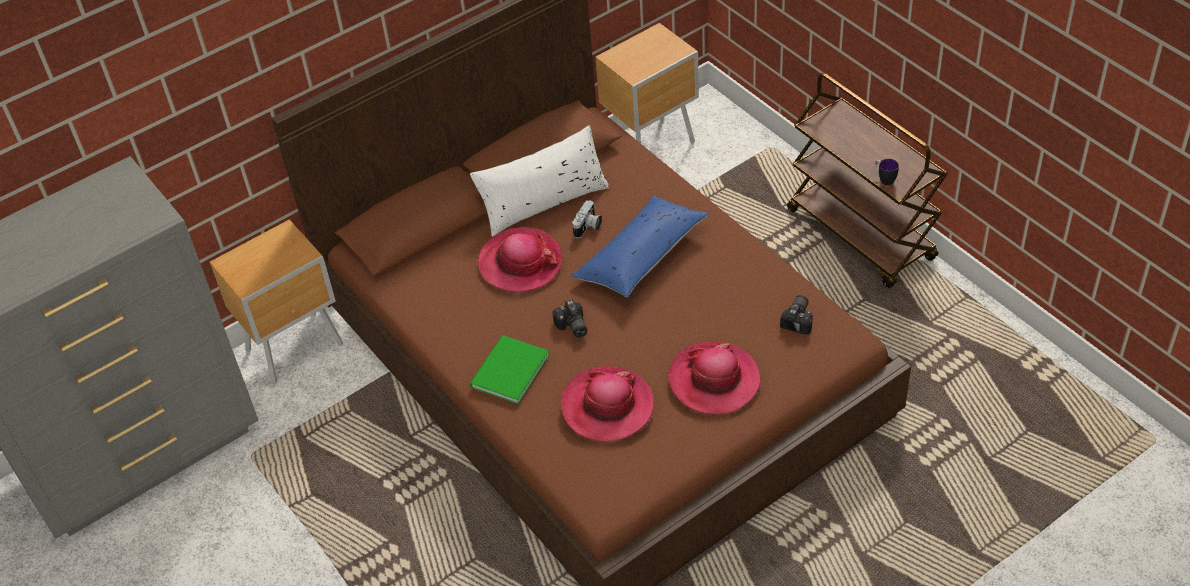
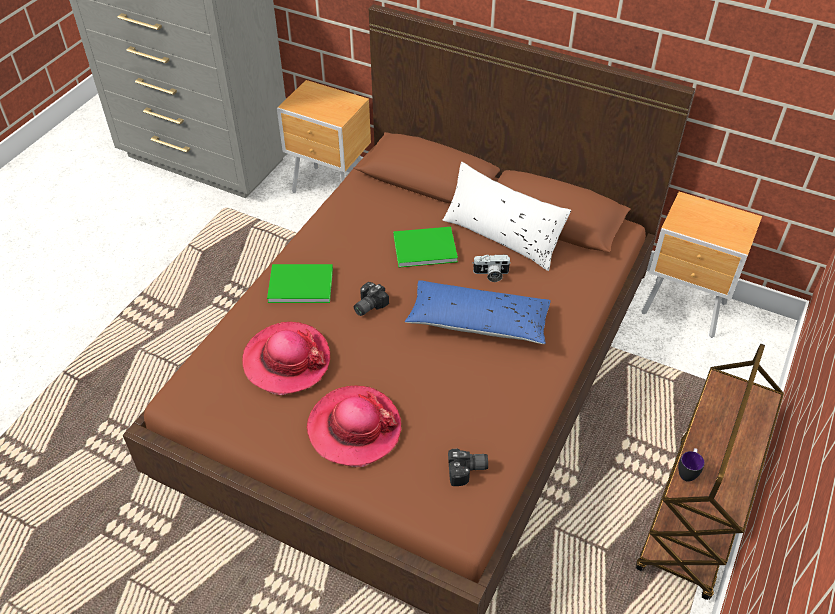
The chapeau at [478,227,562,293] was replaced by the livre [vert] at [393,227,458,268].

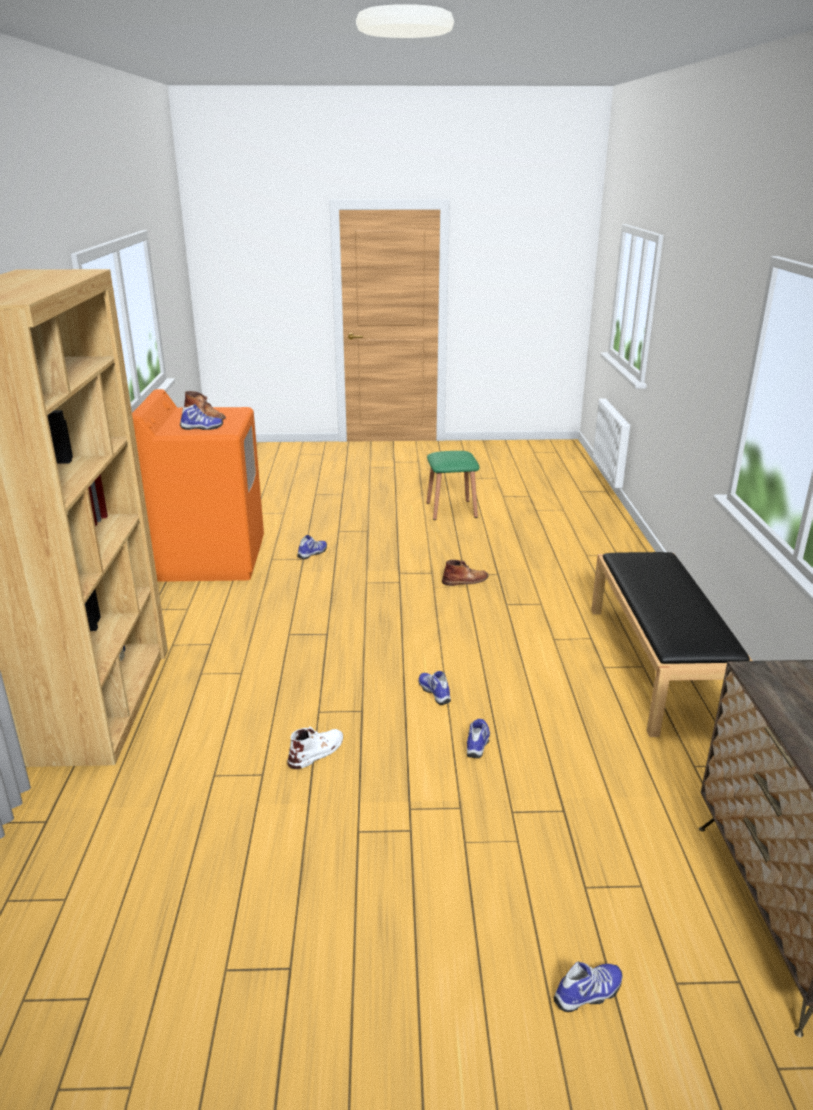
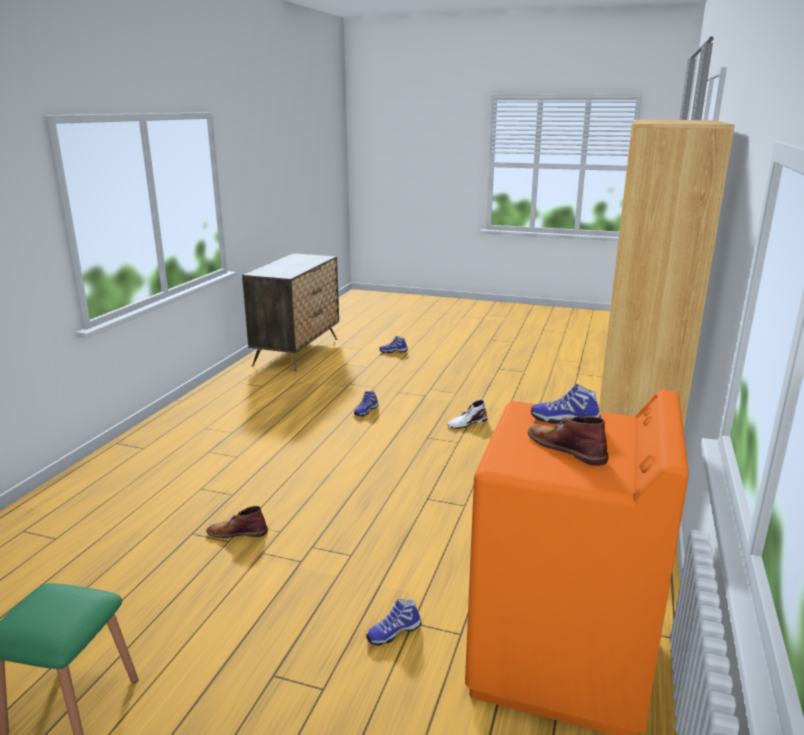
The chaussure at [419,671,451,705] disappeared.
The banc [noir] at [591,552,752,737] disappeared.

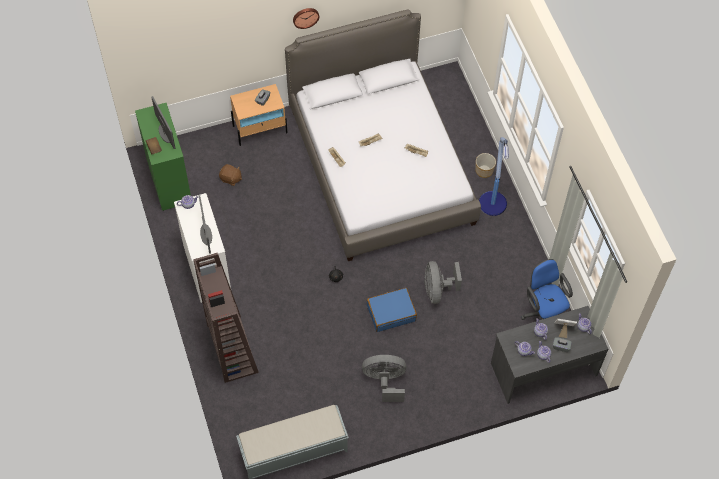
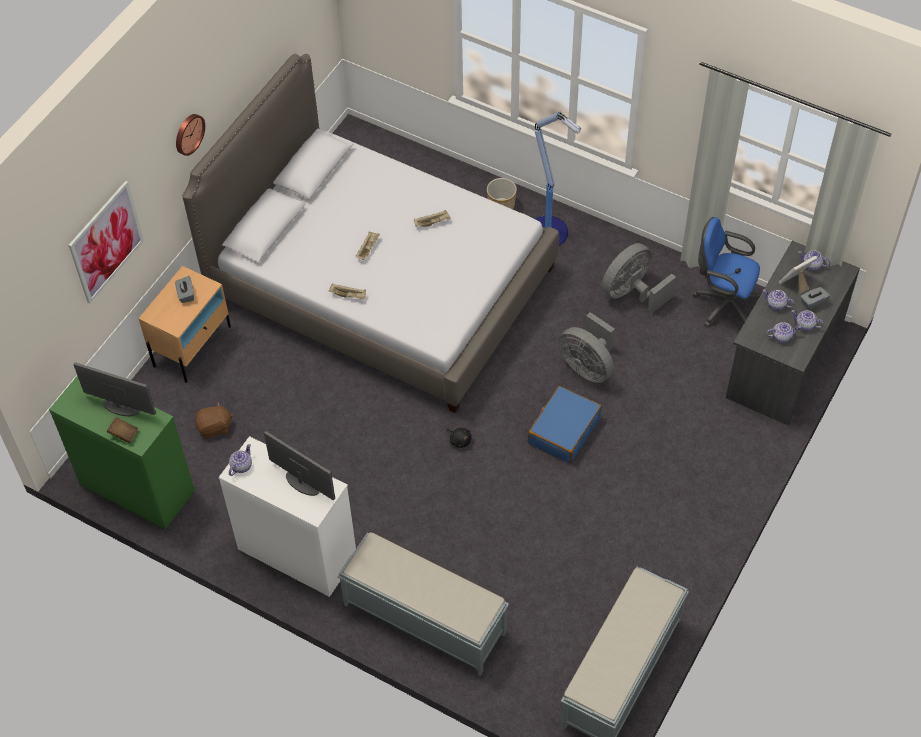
The bibliothèque [marron] at [193,253,259,383] was replaced by the banc [gris] at [337,532,509,676].
The ventilateur [gris] moved from [362,355,406,402] to [602,243,676,313].
The tableau at [69,181,144,303] appeared.

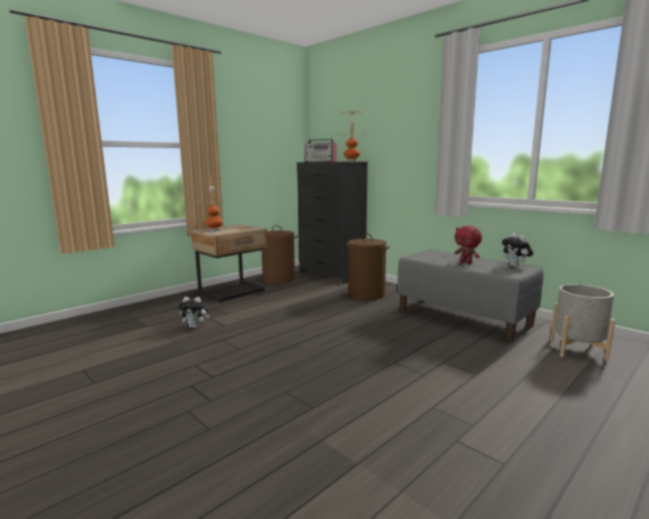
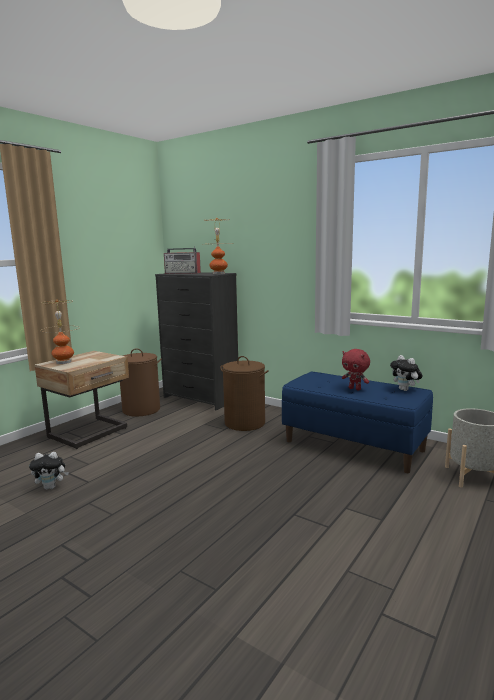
The banc [gris] at [397,250,543,342] became the banc [bleu] at [282,372,433,473].

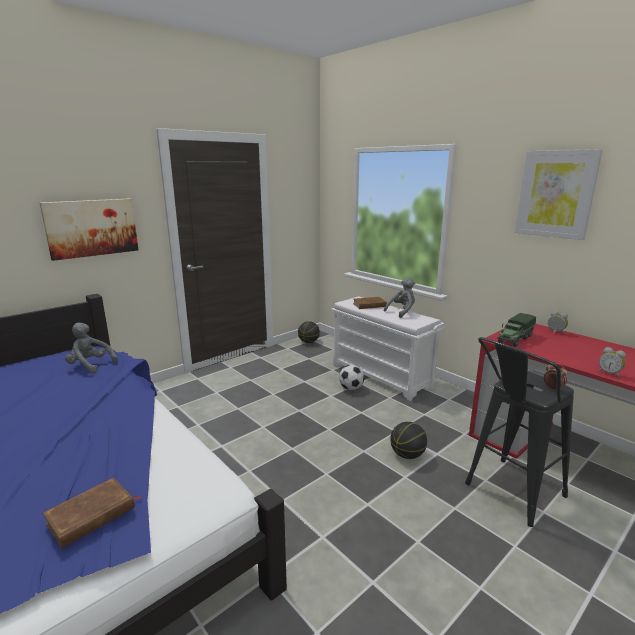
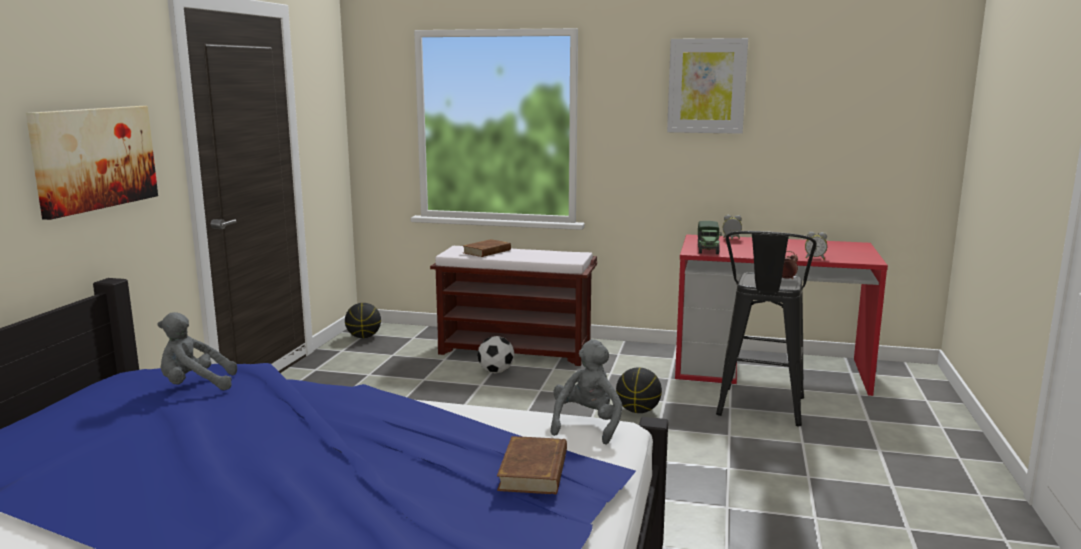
The banc [blanc] at [331,297,445,401] became the banc [marron] at [430,246,597,366].
The peluche [gris] moved from [384,278,415,318] to [551,339,622,445].

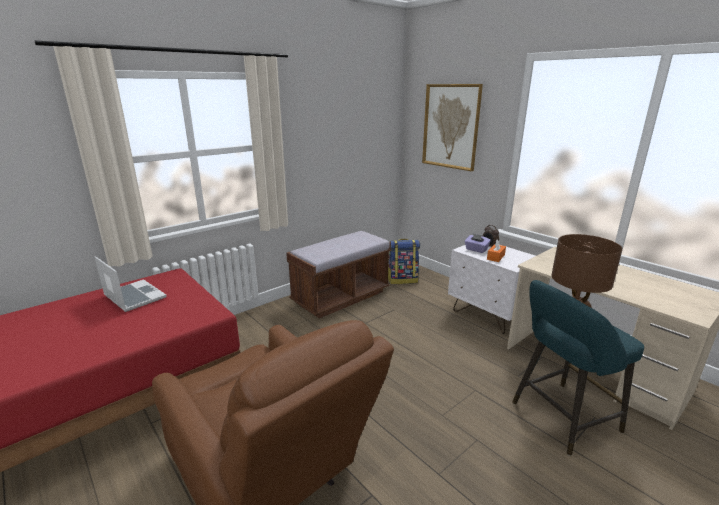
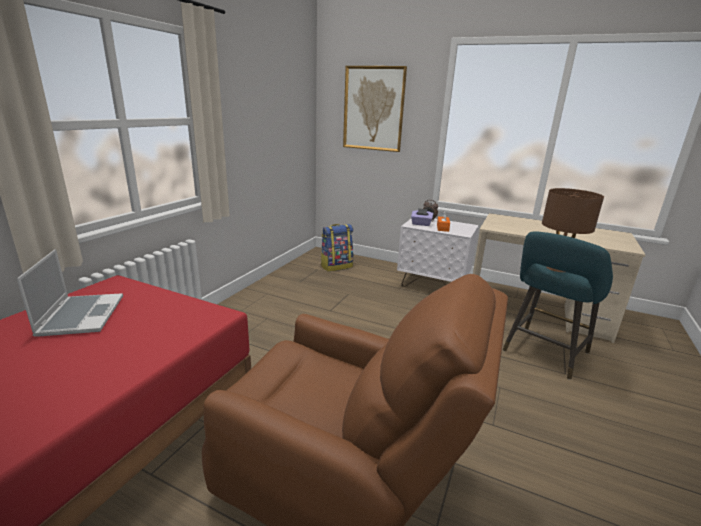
The ordinateur portable at [95,256,167,312] turned 60 degrees clockwise.
The banc [marron] at [286,231,391,318] disappeared.

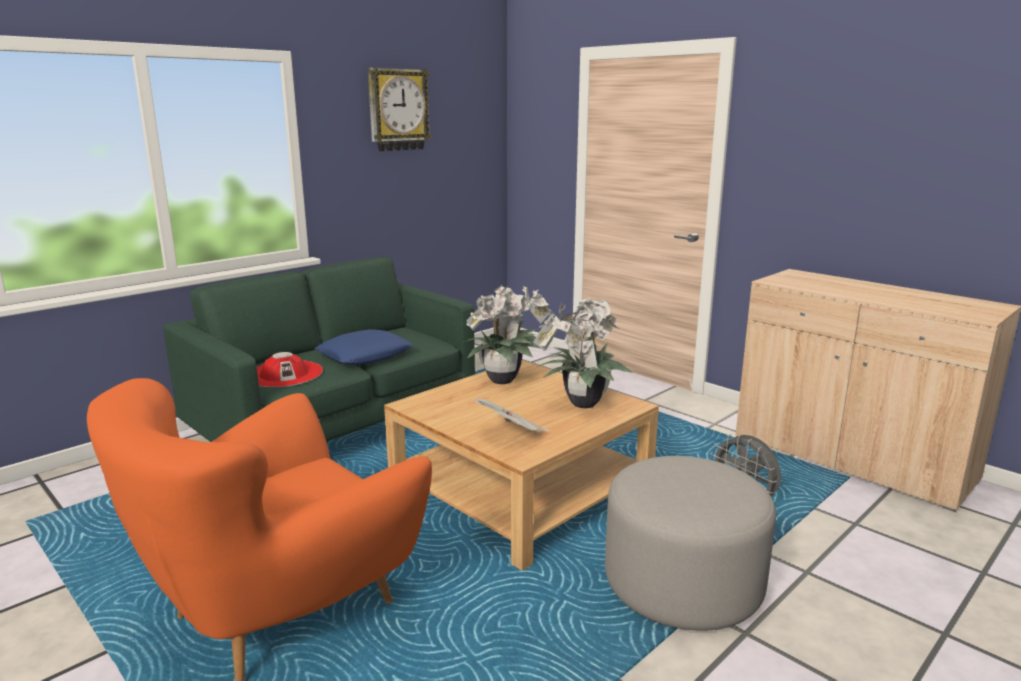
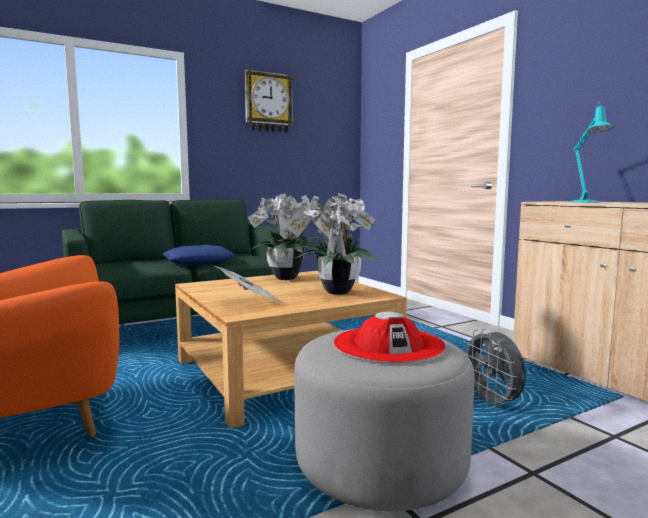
The chapeau [rouge] moved from [257,352,323,387] to [334,312,446,363].
The lampe de table [turquoise] at [568,102,615,202] appeared.

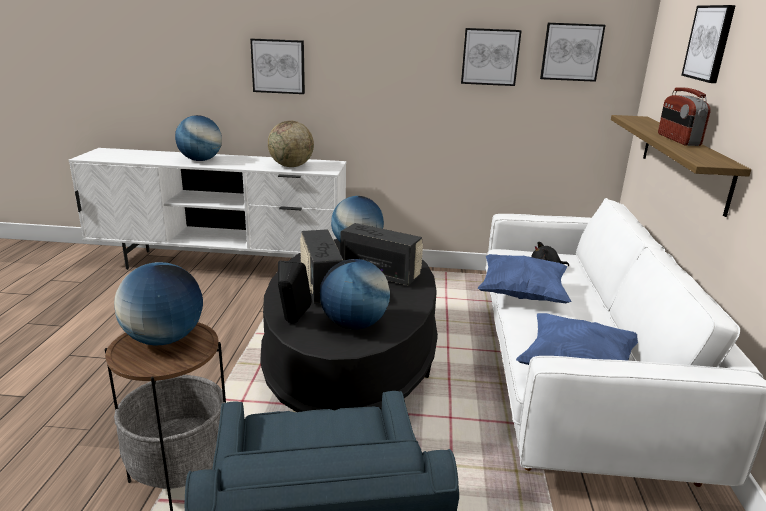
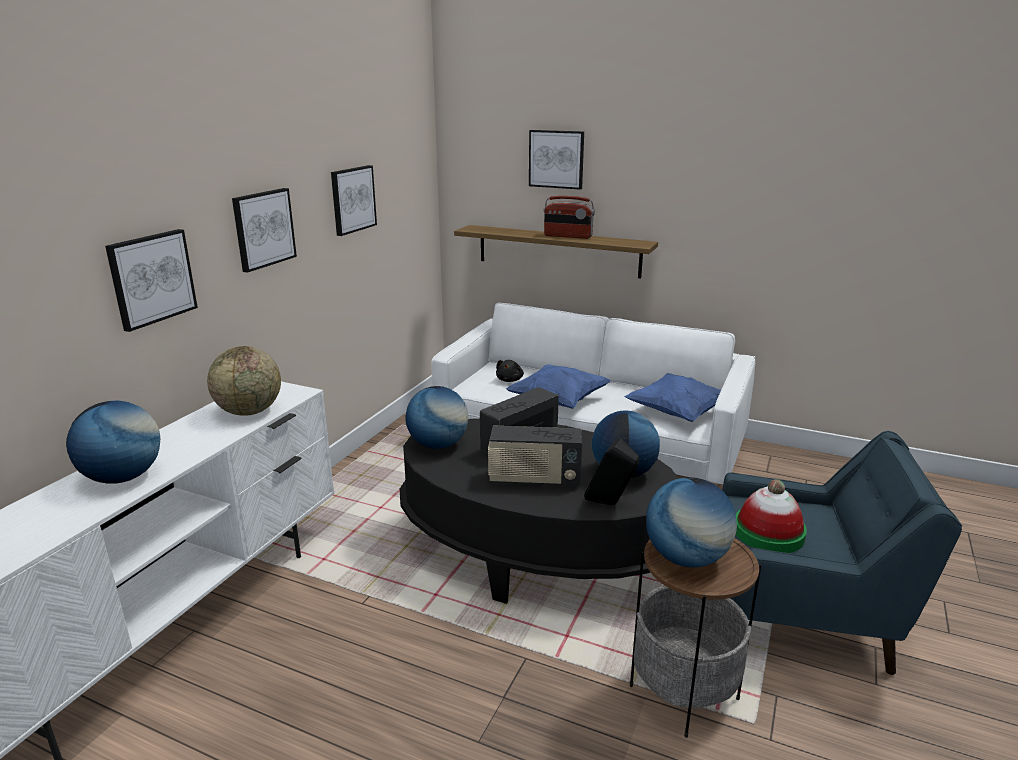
The tableau moved from [540,23,605,82] to [232,188,297,273].
The chapeau at [736,479,807,553] appeared.

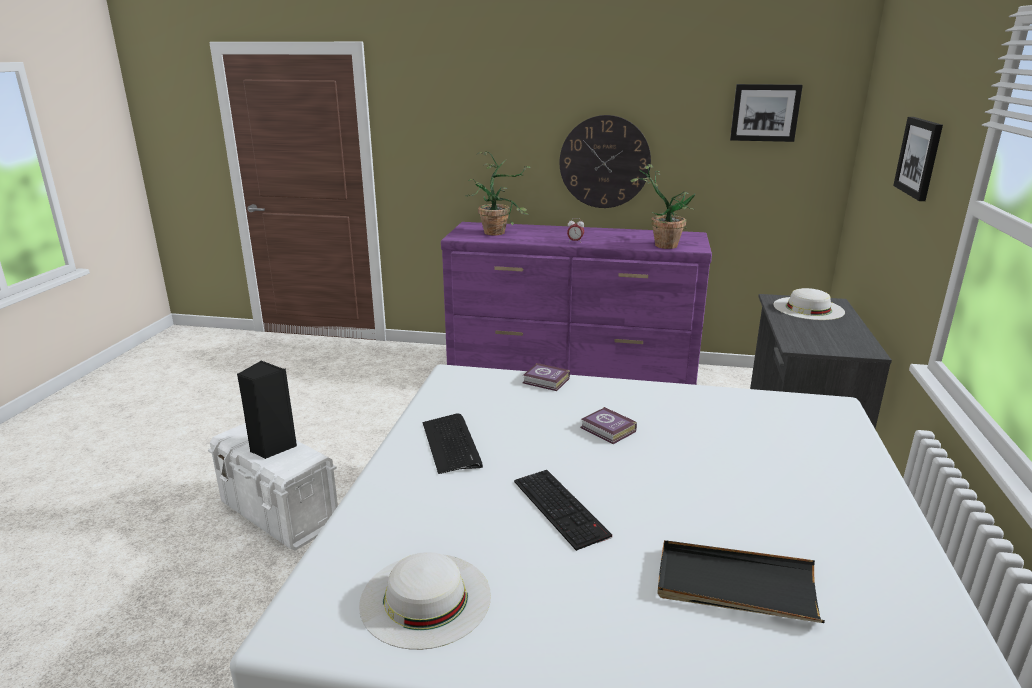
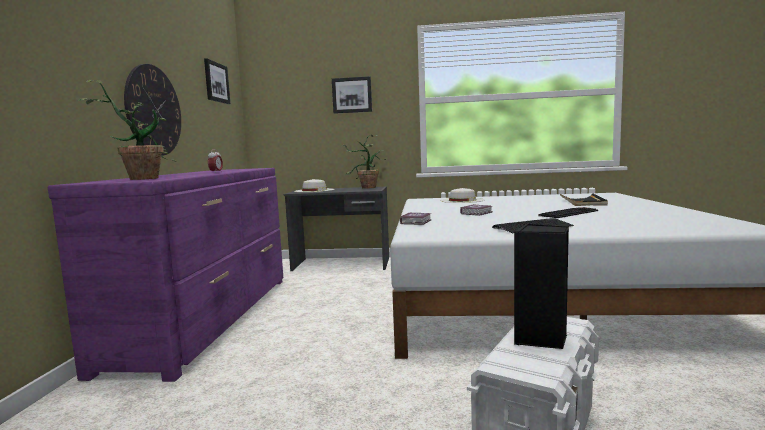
The chapeau [blanc] moved from [359,552,491,650] to [441,188,485,203].
The plante en pot moved from [631,164,695,249] to [342,135,386,189].

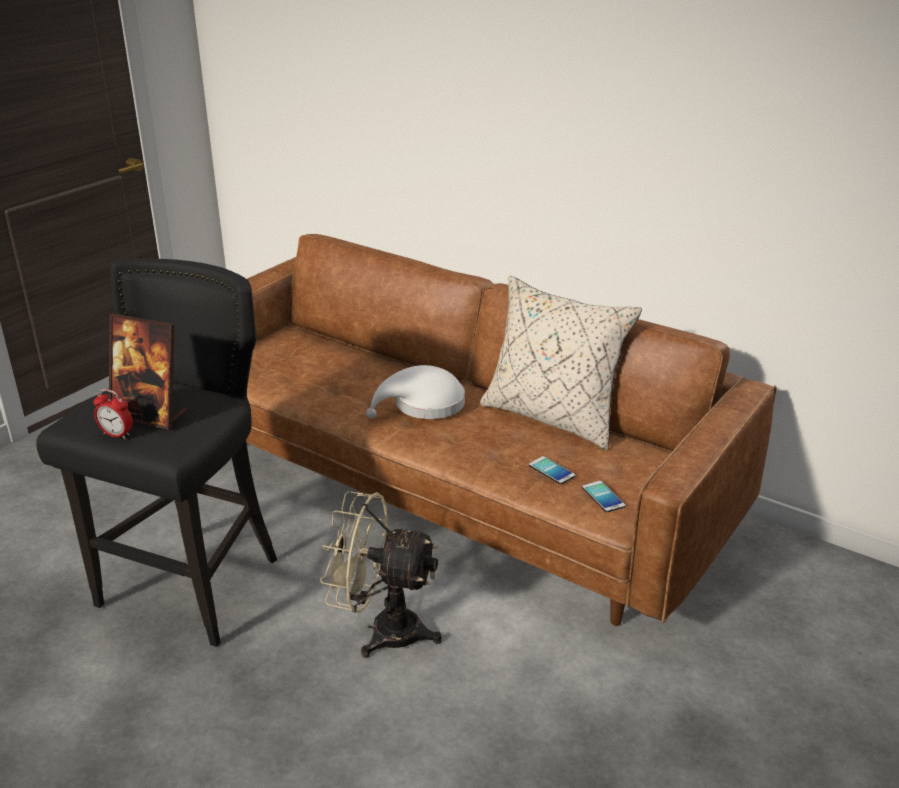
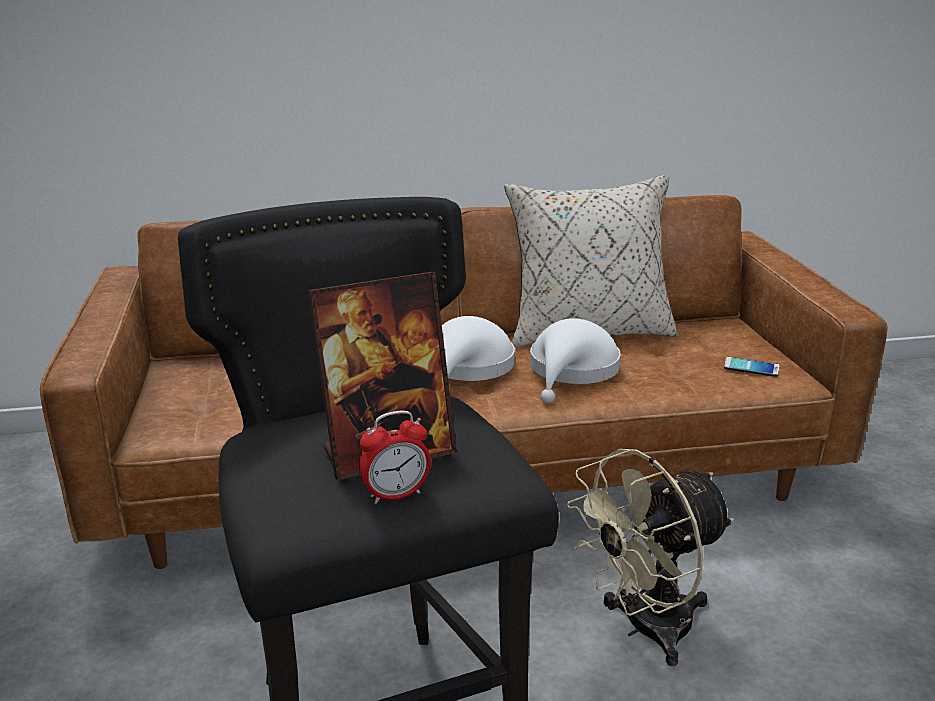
The téléphone at [529,456,575,484] disappeared.
The chapeau [blanc] at [530,318,621,404] appeared.

